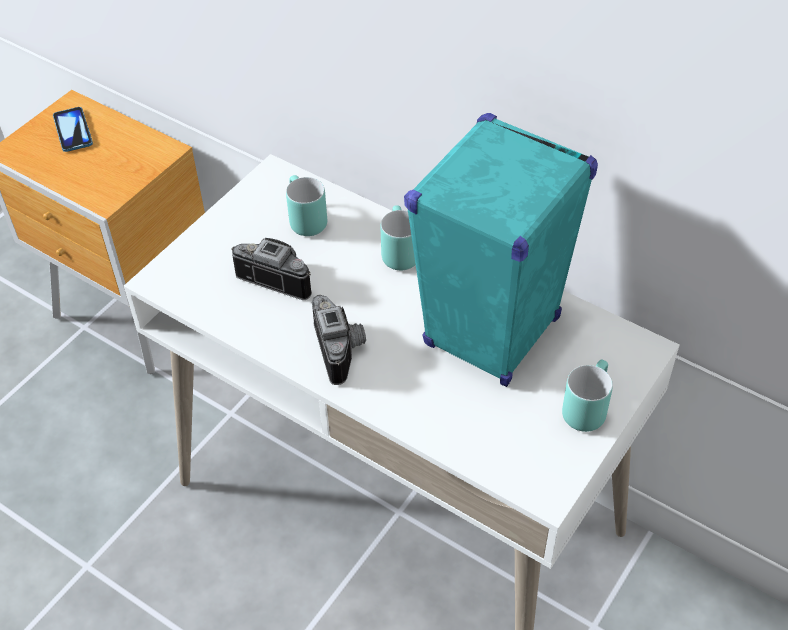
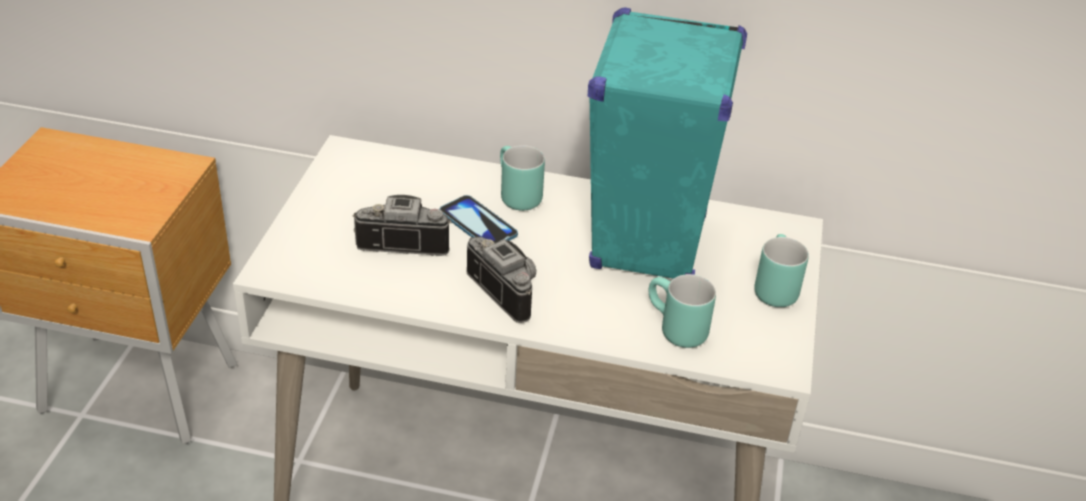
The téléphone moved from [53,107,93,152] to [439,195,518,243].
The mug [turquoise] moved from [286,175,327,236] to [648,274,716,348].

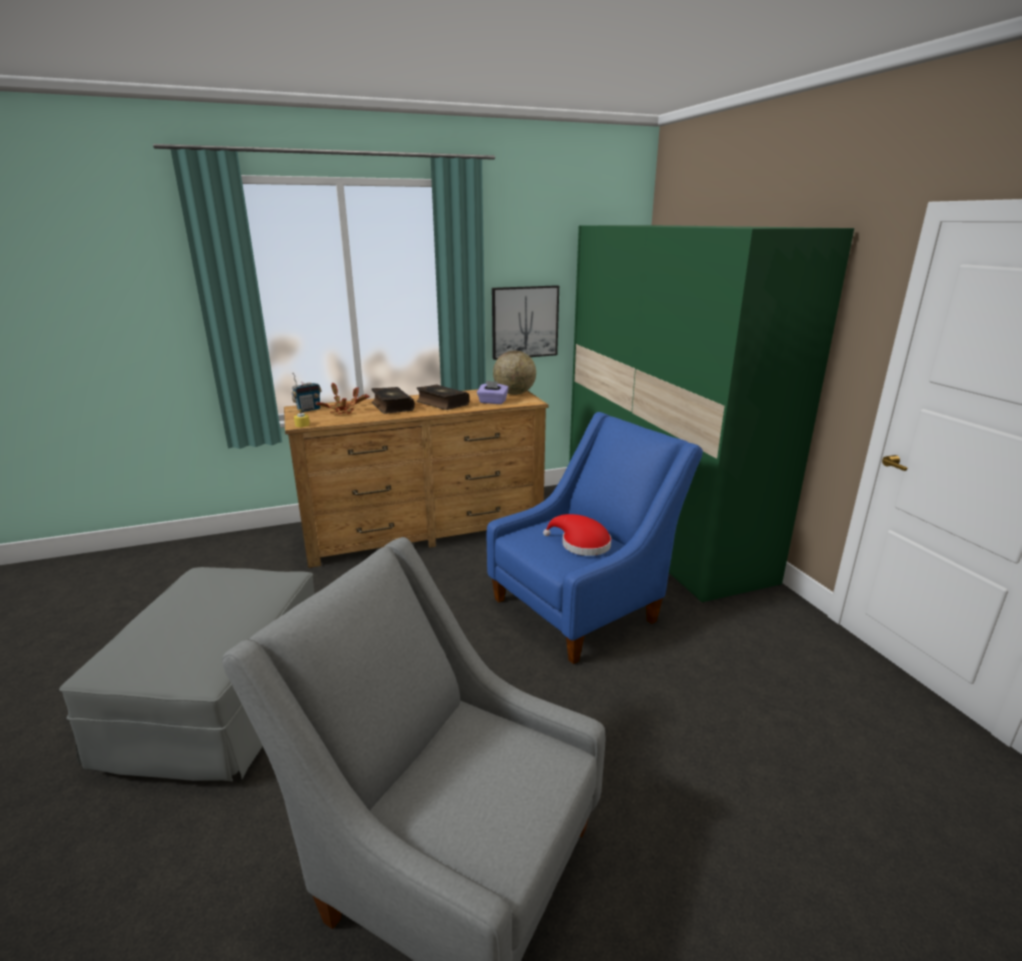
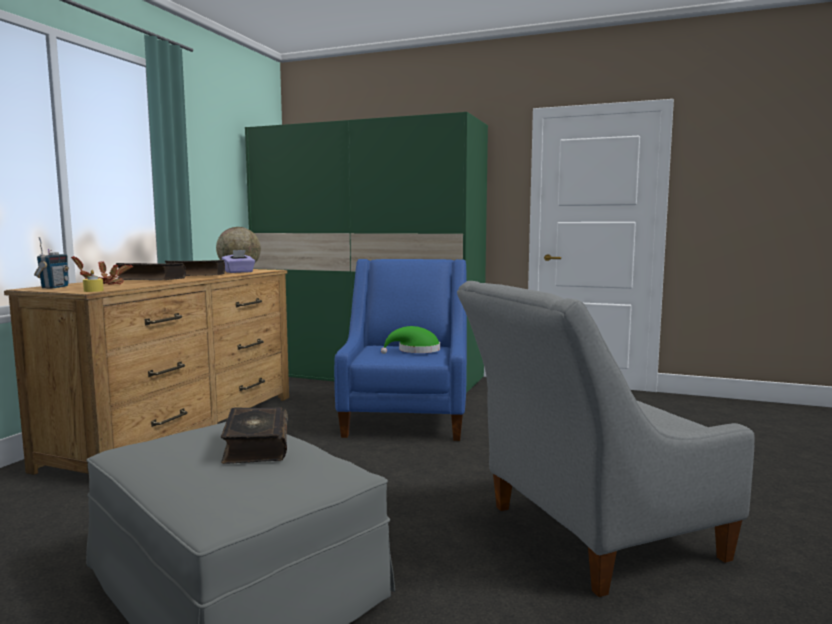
The tableau at [492,285,559,360] disappeared.
The chapeau [rouge] at [543,514,611,556] became the chapeau [vert] at [381,326,440,354].
The livre at [221,407,288,464] appeared.

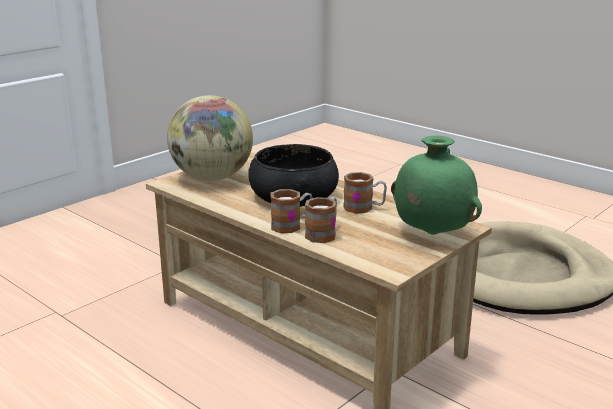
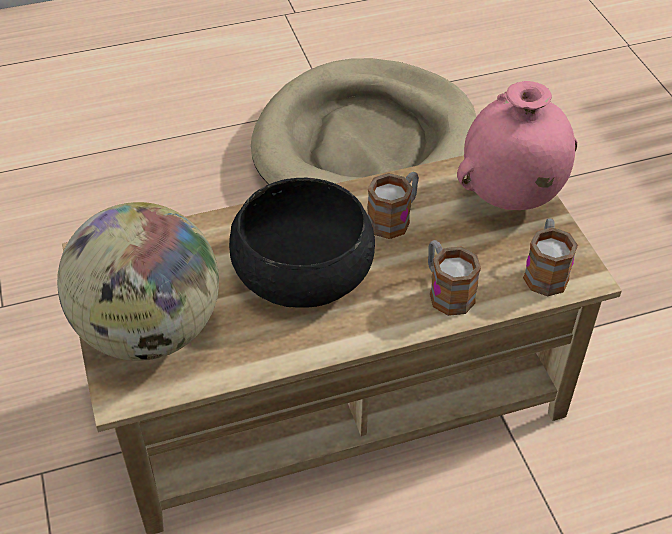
The mug moved from [271,189,313,233] to [523,218,578,297].
The vase [vert] at [391,136,482,235] became the vase [rose] at [457,81,577,210].

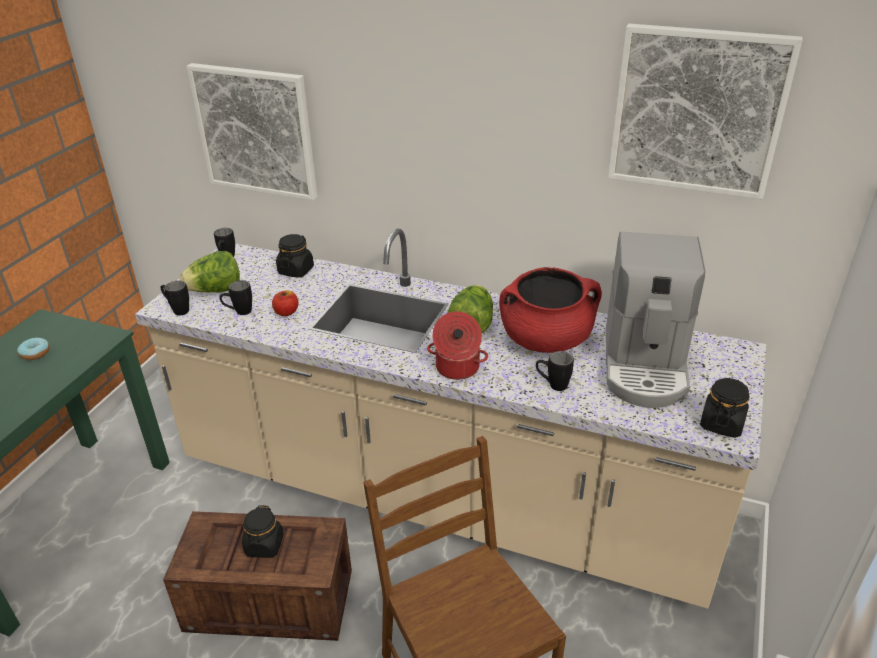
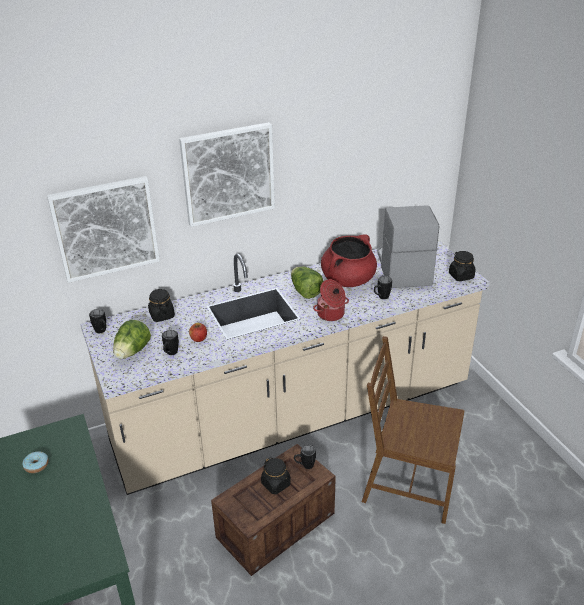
The mug [noir] moved from [160,281,189,316] to [294,445,316,469].
The machine à café at [606,232,706,408] turned 150 degrees counterclockwise.
The tableau moved from [608,24,802,200] to [179,122,275,227].

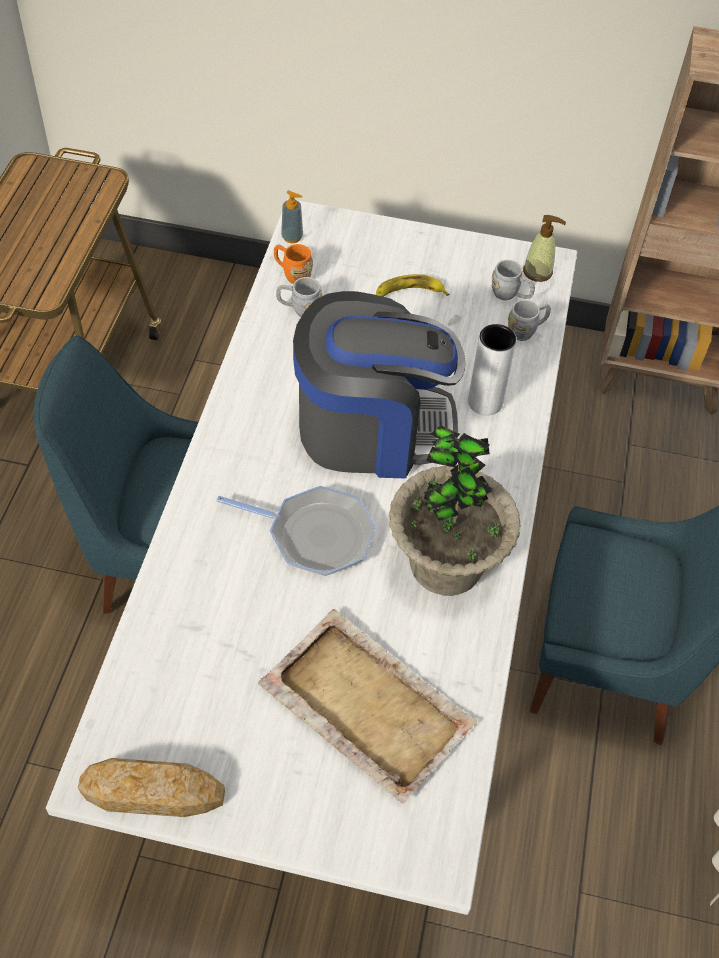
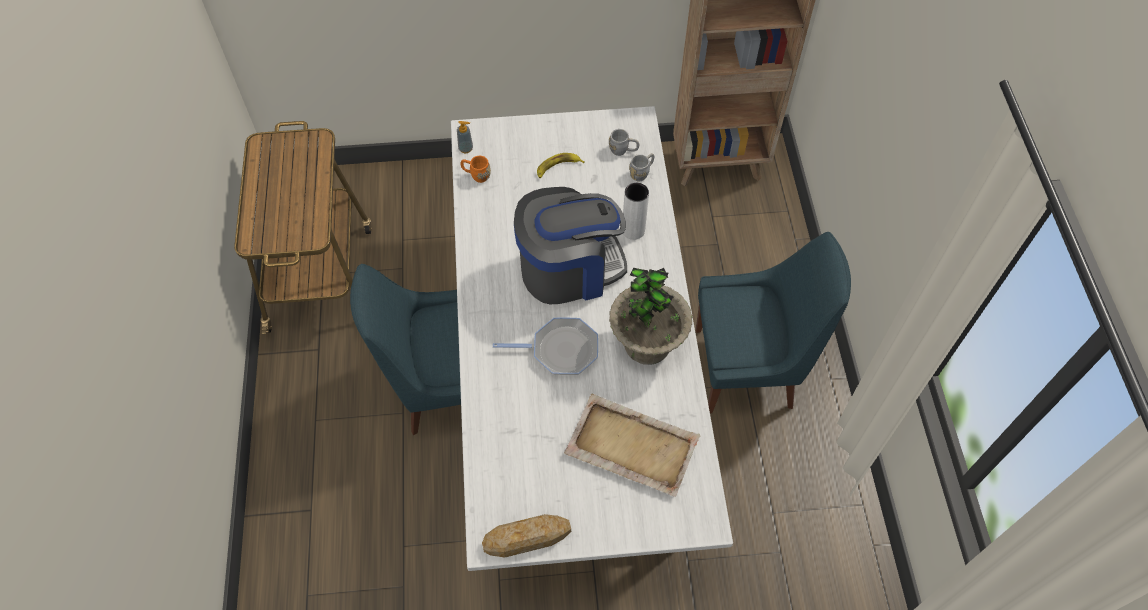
The mug [gris] at [276,277,323,317] disappeared.
The distributeur de savon at [523,215,566,282] disappeared.

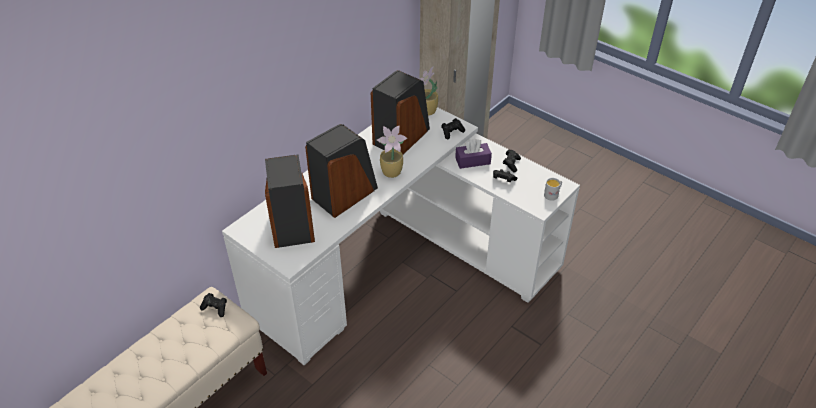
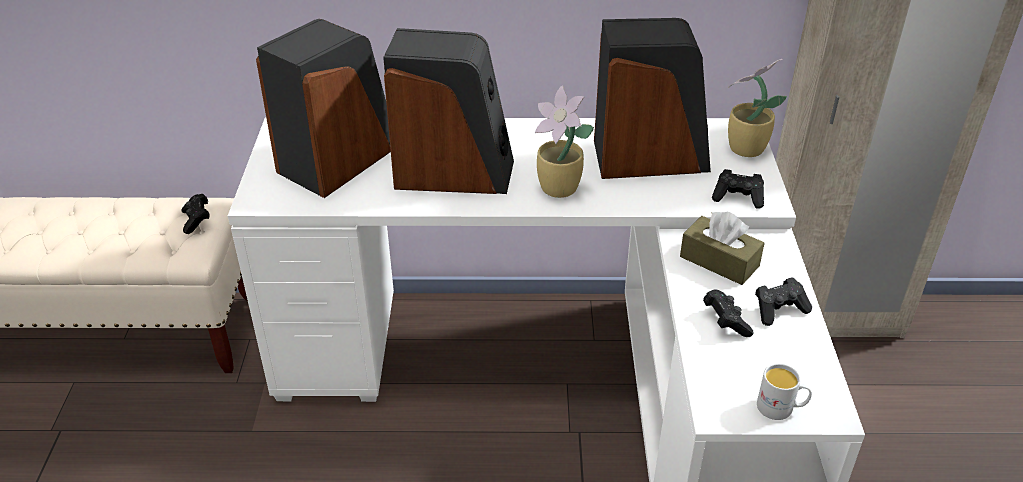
The boîte à mouchoirs [violet] at [455,139,492,169] became the boîte à mouchoirs [marron] at [680,212,765,285].

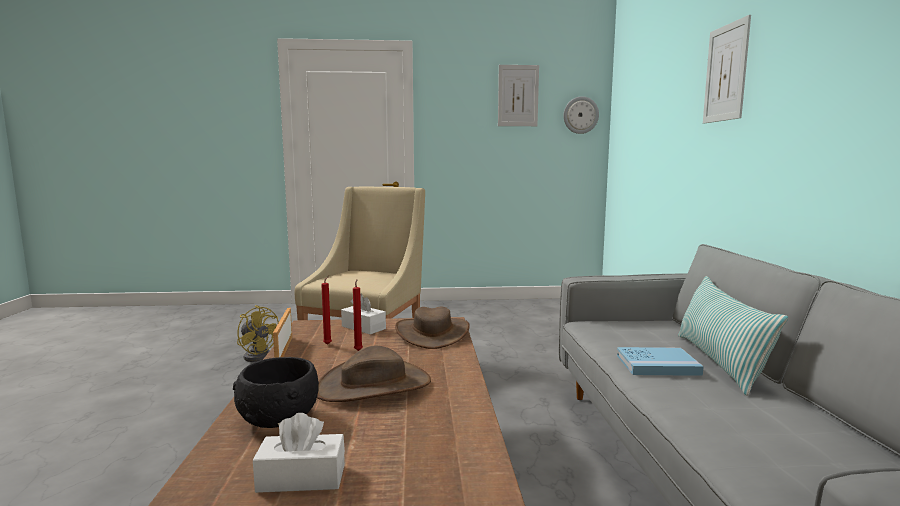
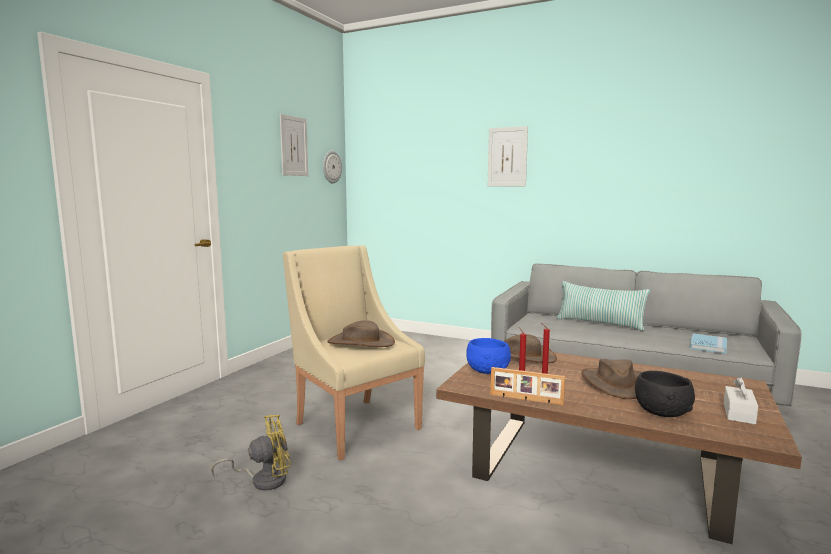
The boîte à mouchoirs [blanc] at [341,294,386,335] was replaced by the bol [bleu] at [466,338,511,374].
The livre [bleu] moved from [617,347,704,376] to [690,333,727,354].
The chapeau [marron] at [327,320,395,347] appeared.

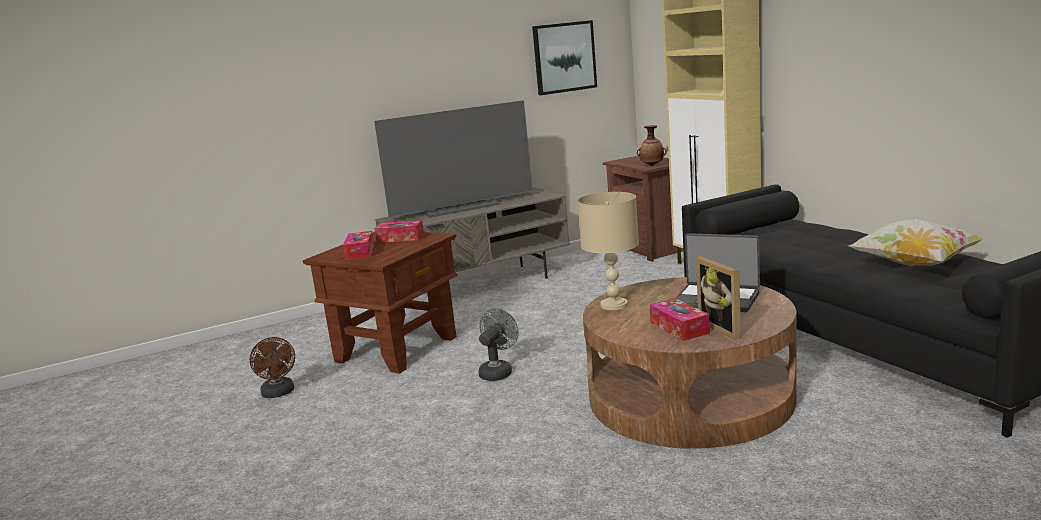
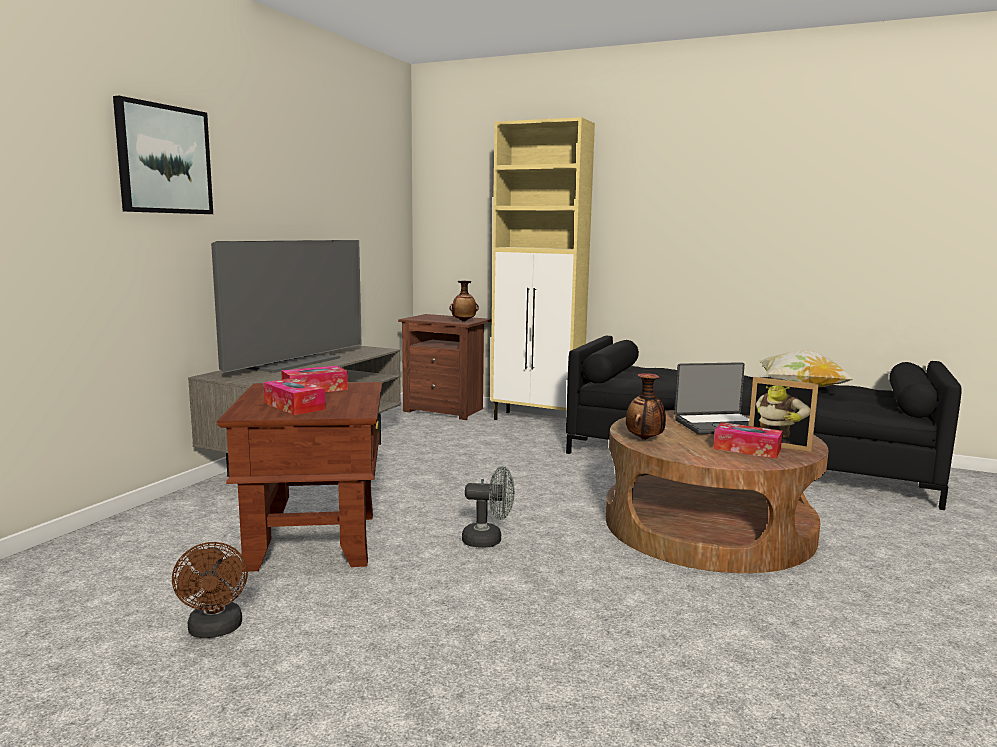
The ventilateur [marron] at [250,337,295,398] turned 45 degrees clockwise.
The ventilateur [gris] at [478,309,519,381] turned 105 degrees clockwise.
The tableau moved from [532,20,597,95] to [113,96,213,214].
The lampe de table [beige] at [577,192,639,310] was replaced by the vase at [626,373,666,440].

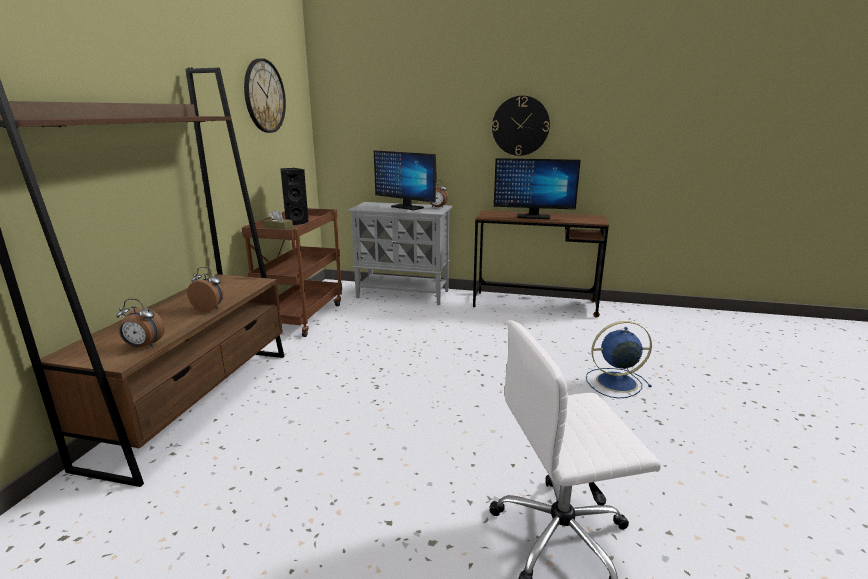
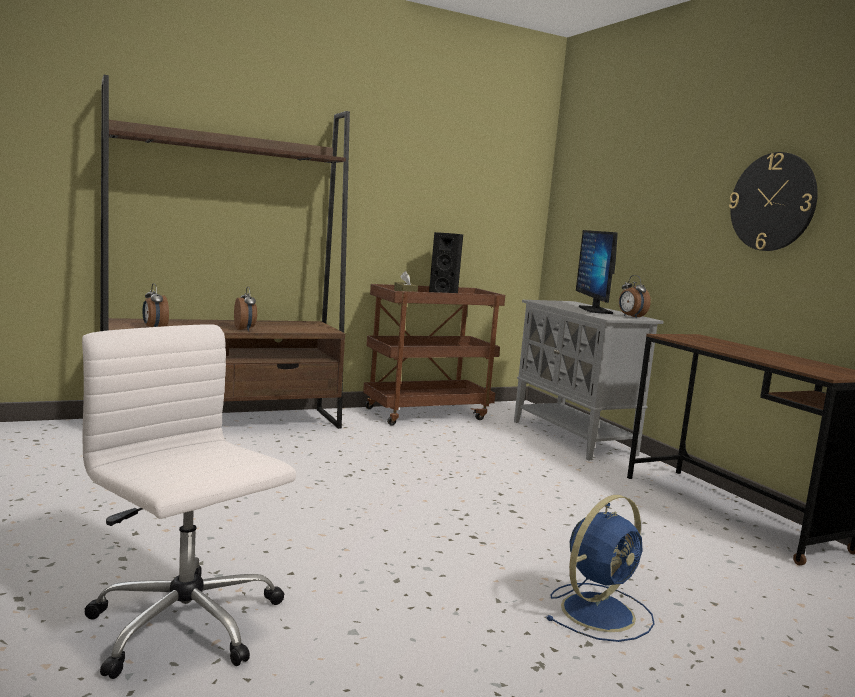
The horloge murale at [244,58,286,133] disappeared.
The écran d'ordinateur at [494,158,581,219] disappeared.
The ventilateur [bleu] at [586,321,652,398] turned 90 degrees clockwise.

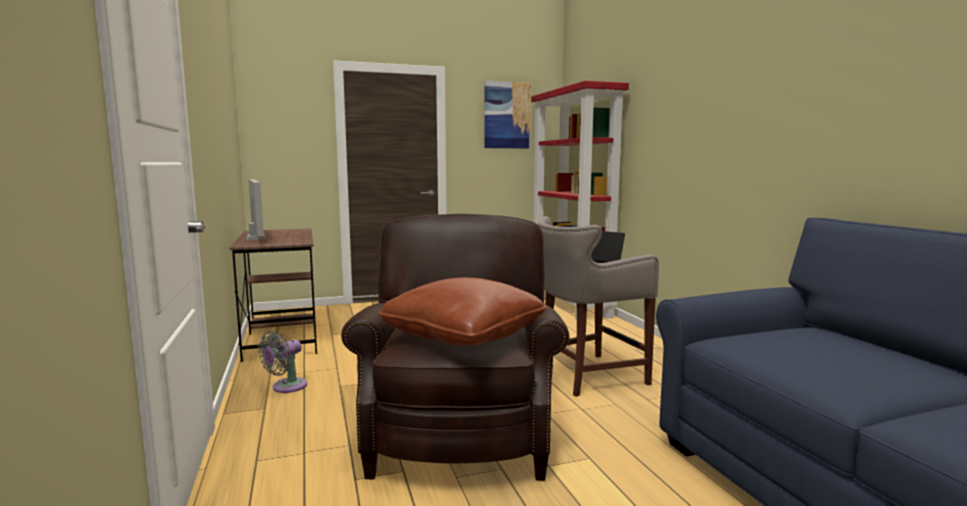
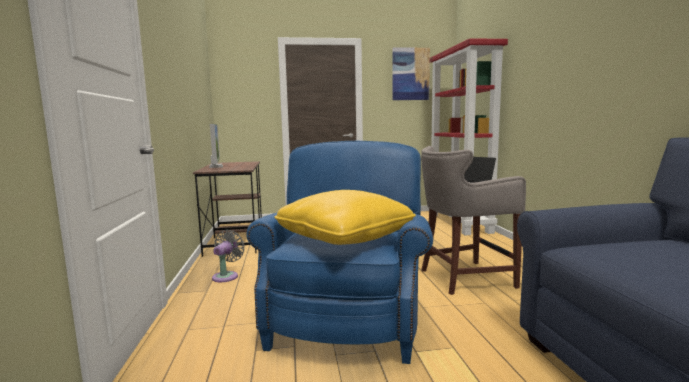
The ventilateur [gris] at [258,331,307,393] turned 150 degrees clockwise.
The fauteuil [marron] at [341,214,569,481] became the fauteuil [bleu] at [246,141,433,364].
The coussin [marron] at [378,277,547,346] became the coussin [jaune] at [274,190,416,245].

